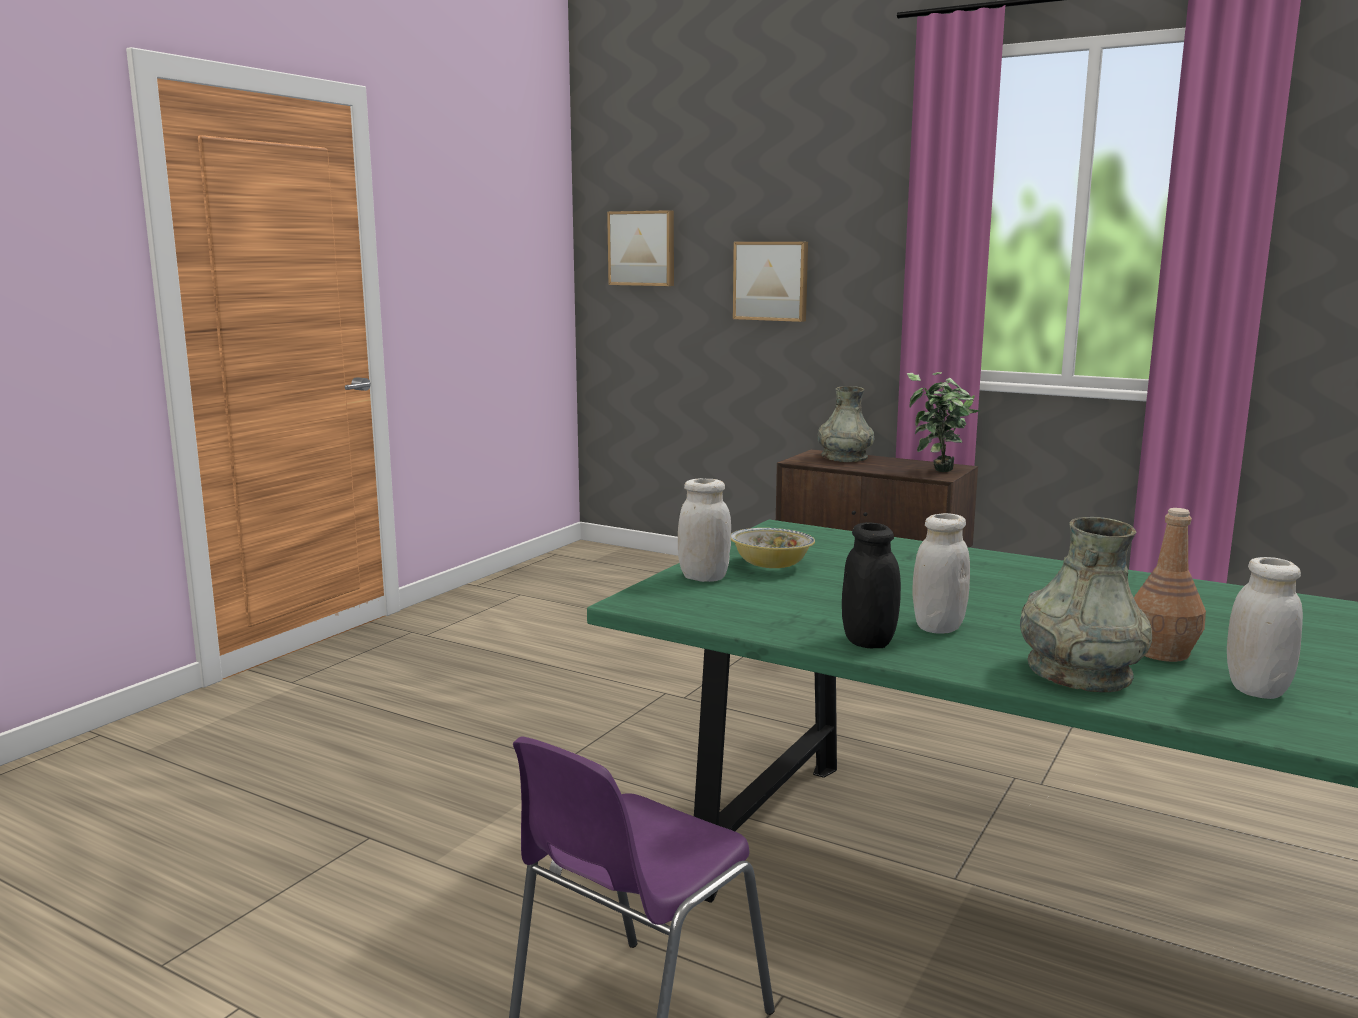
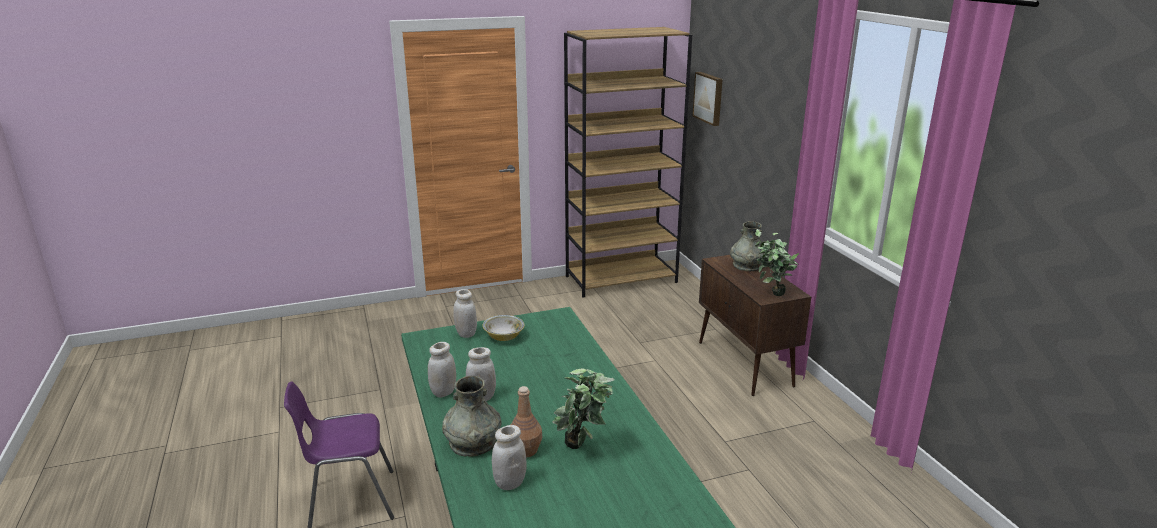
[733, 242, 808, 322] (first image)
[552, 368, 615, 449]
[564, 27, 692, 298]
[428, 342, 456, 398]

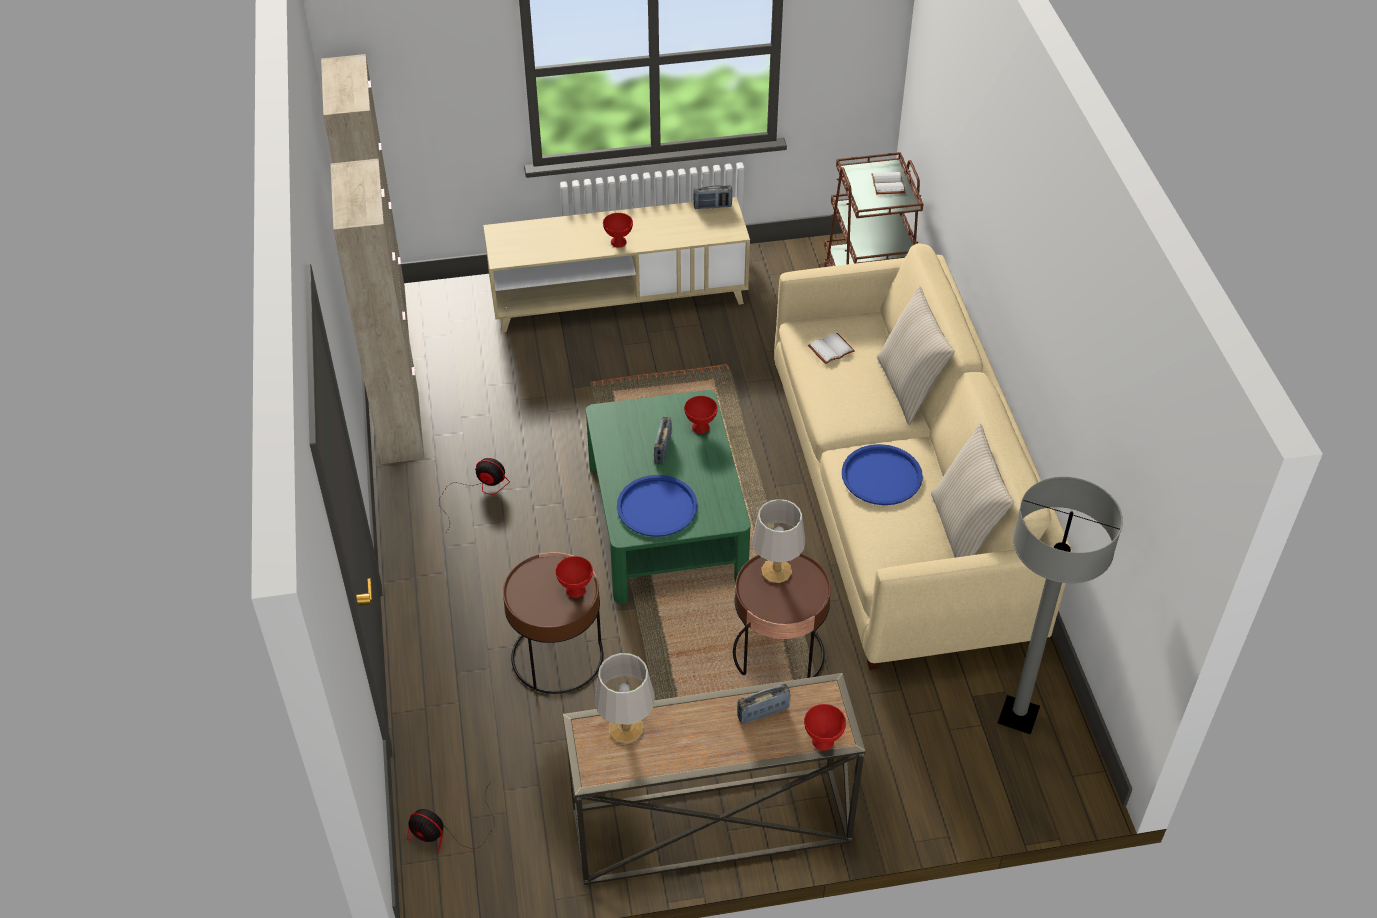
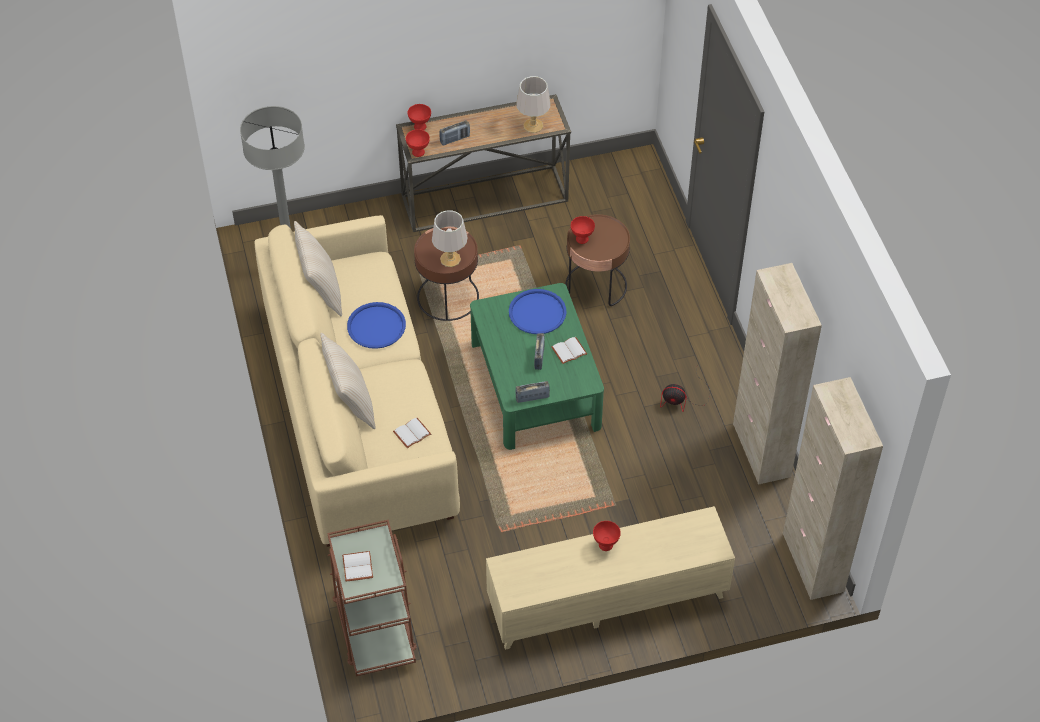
[407, 782, 494, 854] (first image)
[552, 337, 587, 364]
[406, 129, 430, 157]
[516, 381, 550, 403]

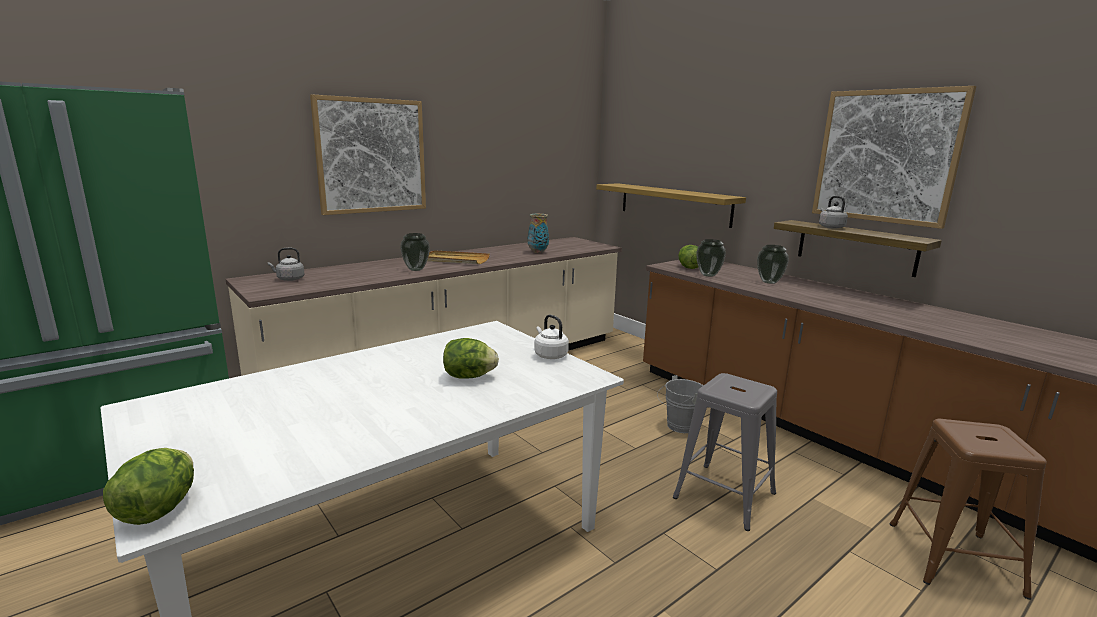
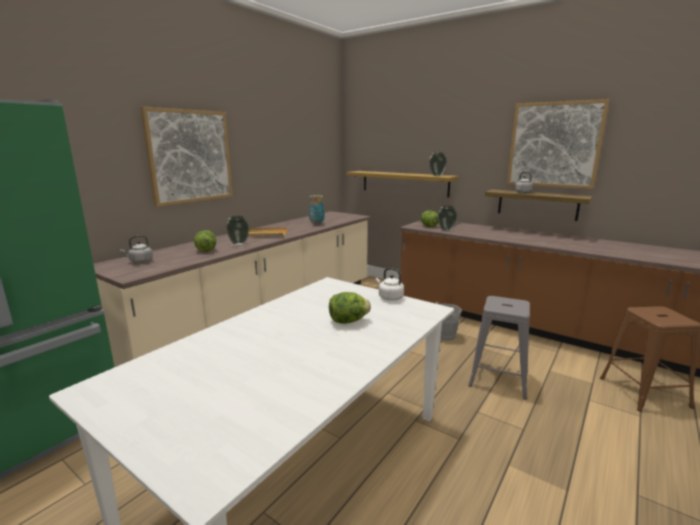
[194, 230, 216, 252]
[429, 152, 447, 176]

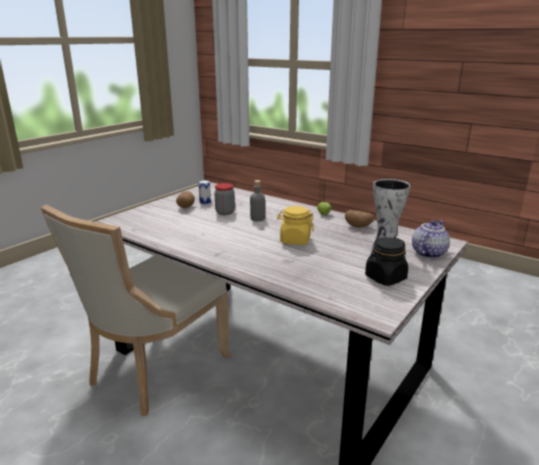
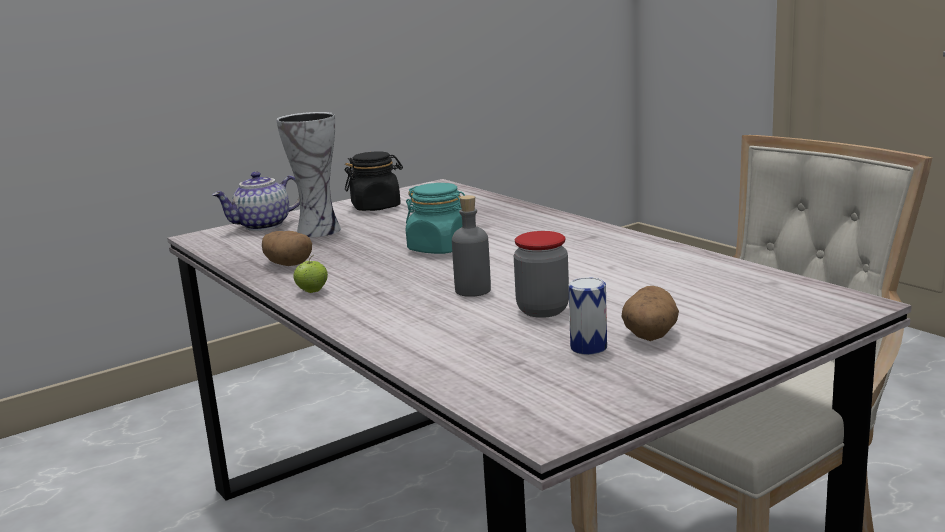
[406, 183, 465, 254]

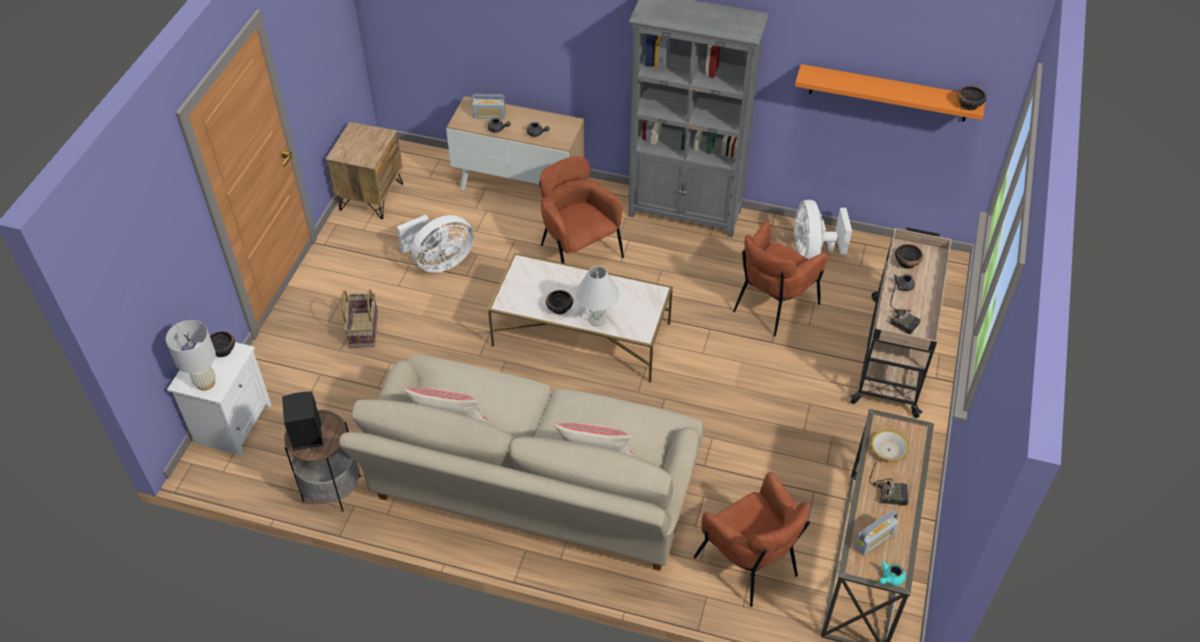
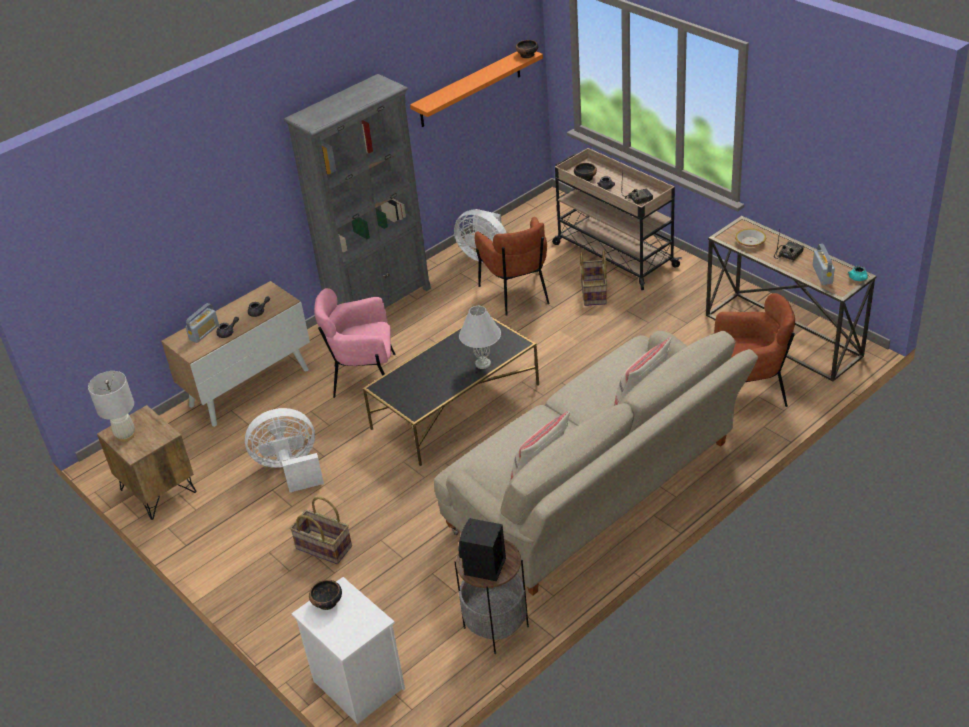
[546, 290, 573, 314] (first image)
[580, 250, 607, 306]
[88, 371, 135, 442]
[363, 317, 539, 466]
[314, 288, 396, 398]
[245, 408, 324, 492]

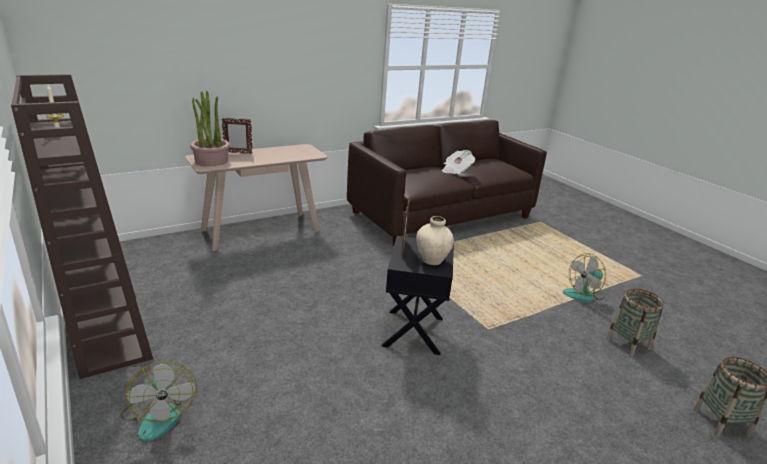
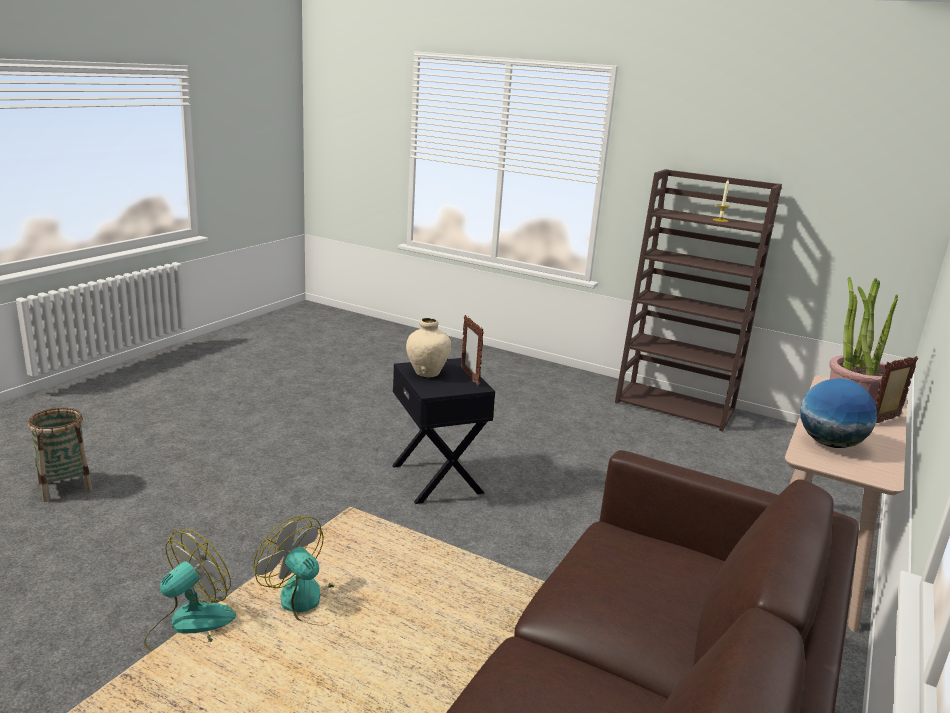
[442, 150, 475, 174] (first image)
[606, 288, 663, 357] (first image)
[800, 378, 877, 448]
[253, 516, 339, 625]

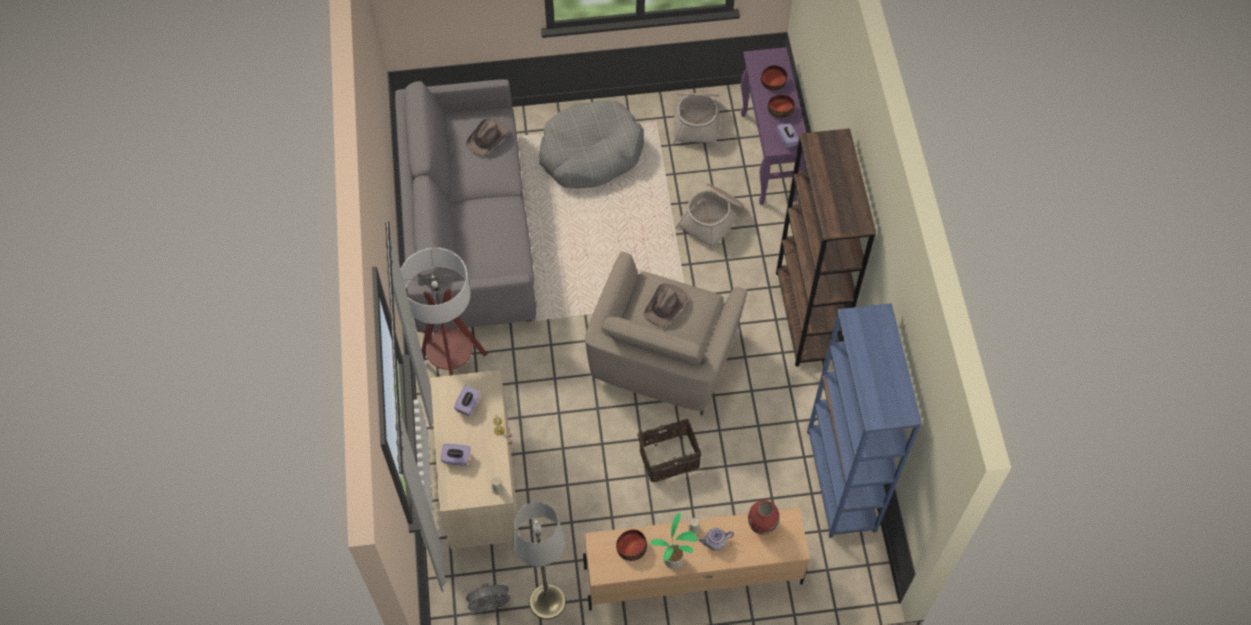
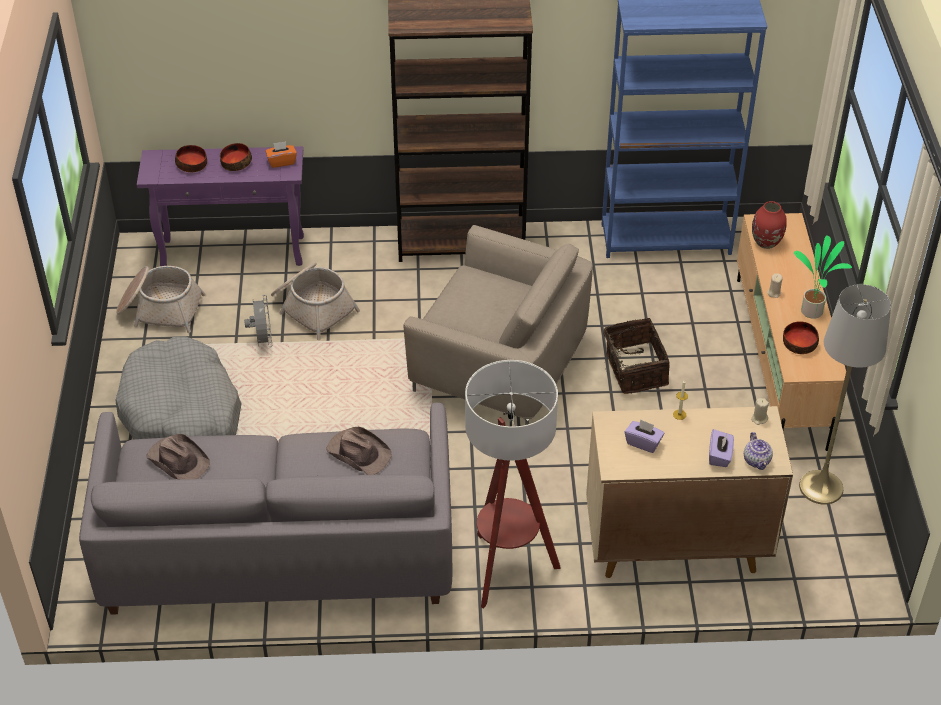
[244, 295, 272, 347]
[326, 427, 392, 475]
[744, 432, 773, 470]
[265, 141, 297, 168]

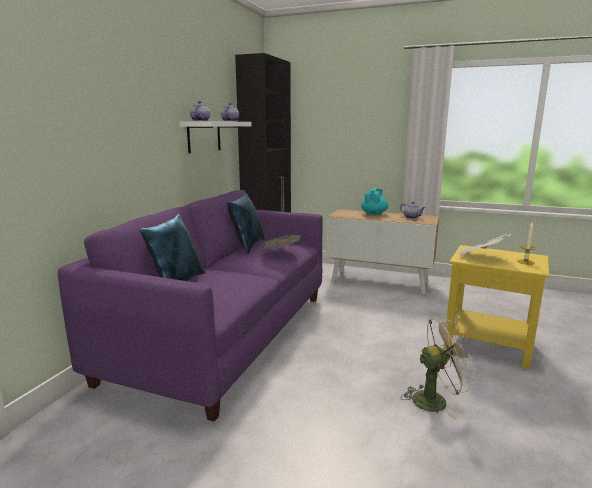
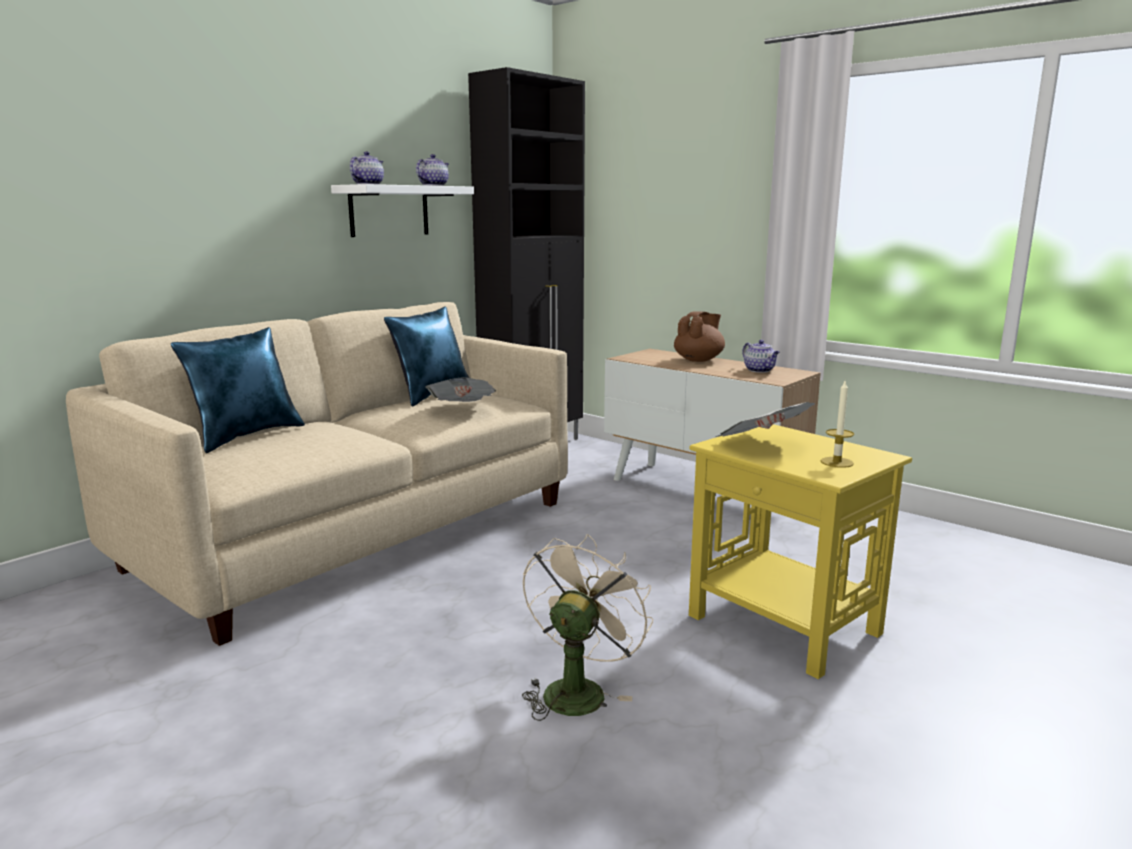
[66, 302, 568, 646]
[674, 311, 725, 362]
[522, 534, 653, 721]

